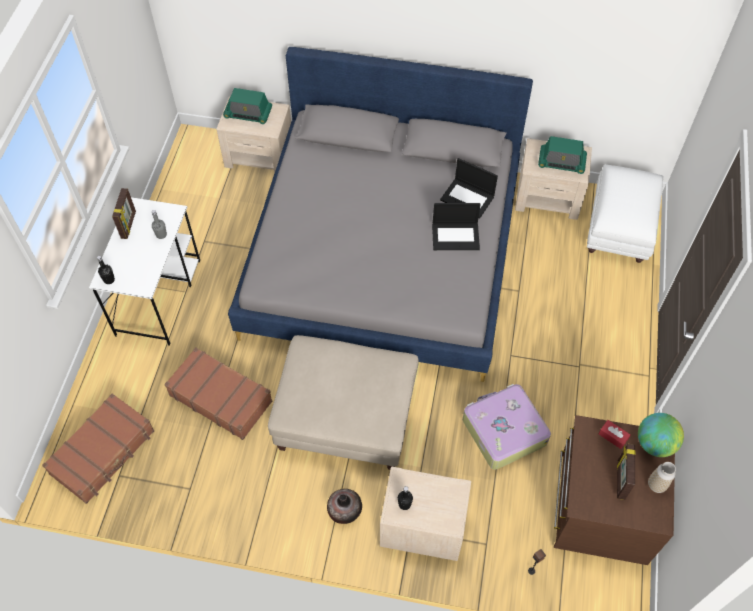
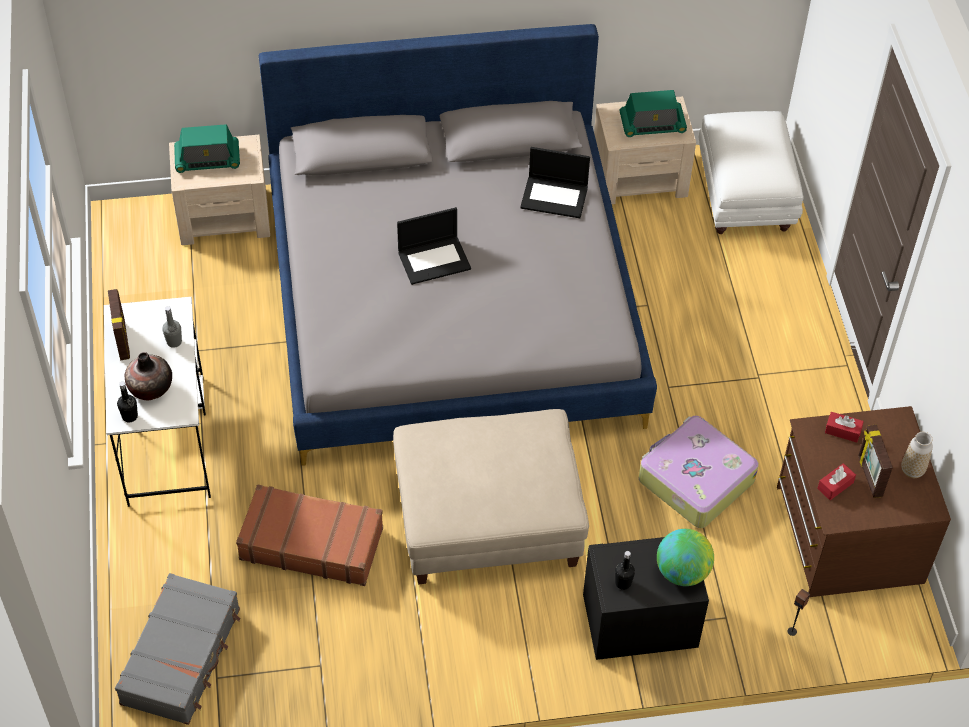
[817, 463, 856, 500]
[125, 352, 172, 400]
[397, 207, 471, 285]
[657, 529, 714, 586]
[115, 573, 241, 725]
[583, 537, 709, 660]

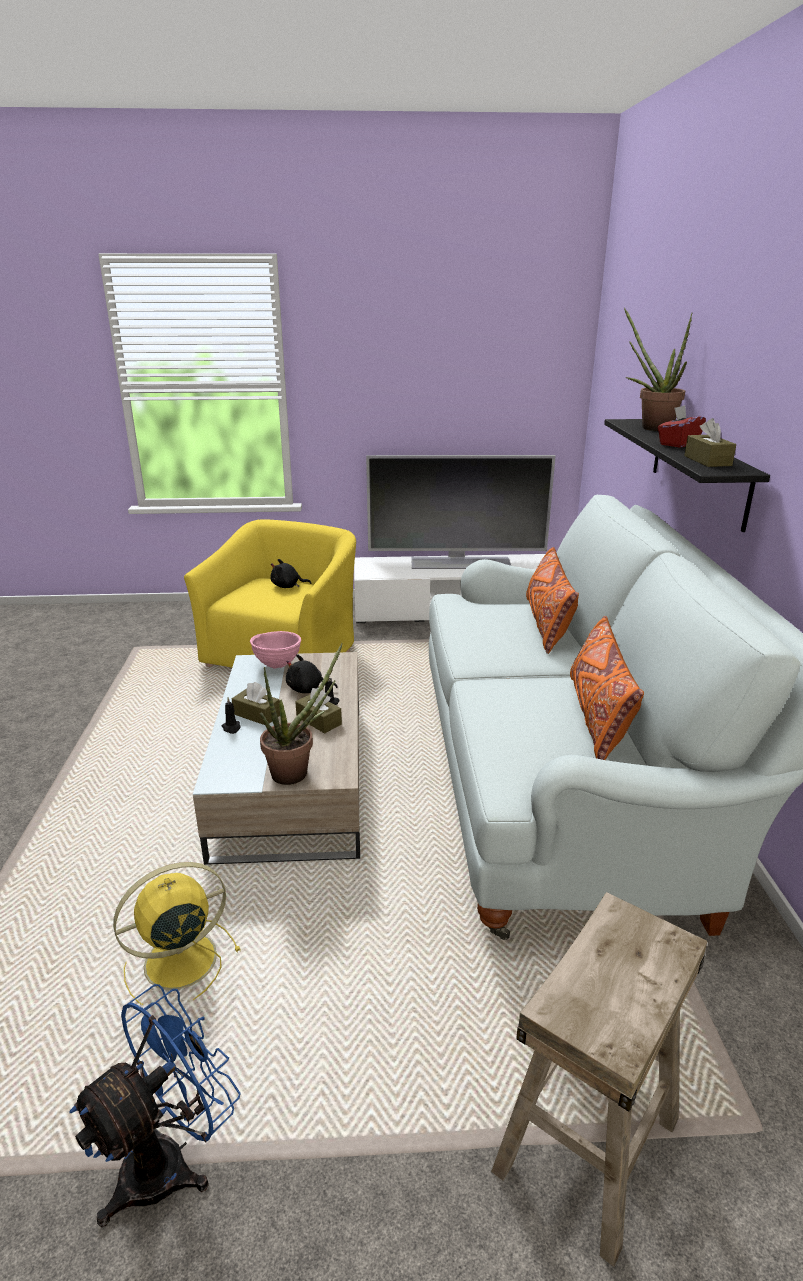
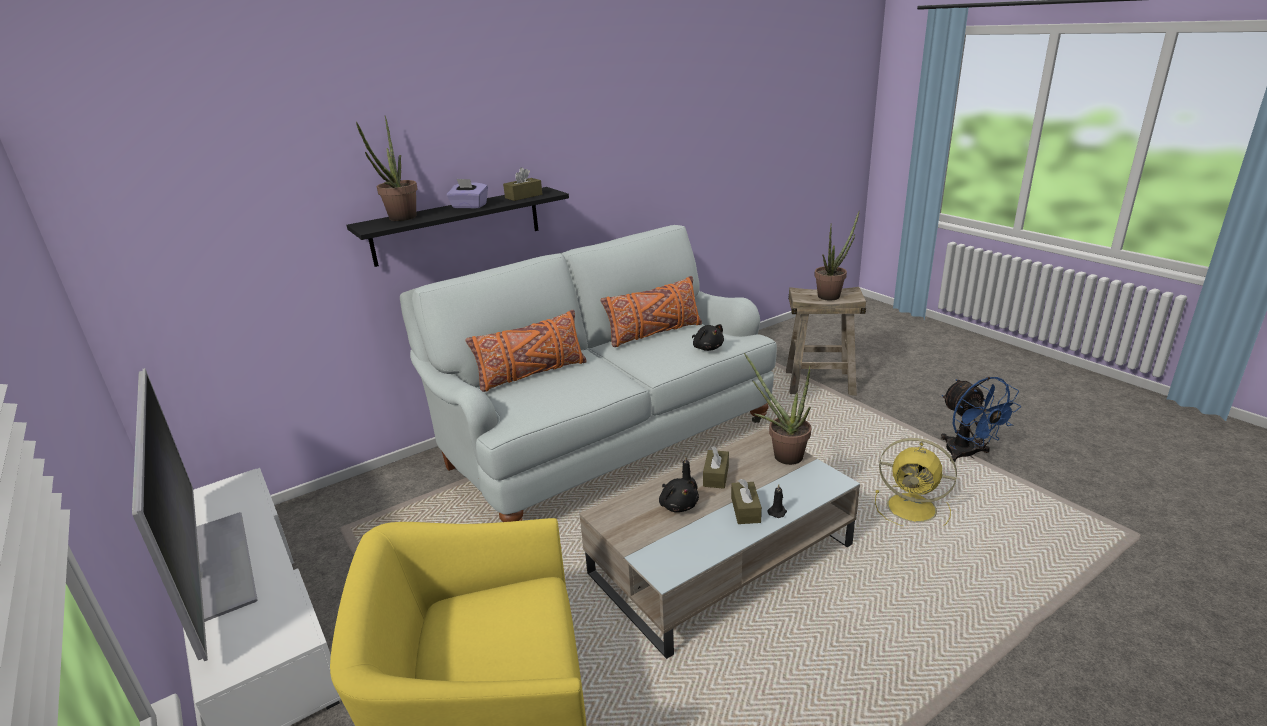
[250, 631, 301, 669] (first image)
[814, 212, 859, 300]
[692, 324, 724, 351]
[446, 179, 488, 209]
[941, 377, 1021, 462]

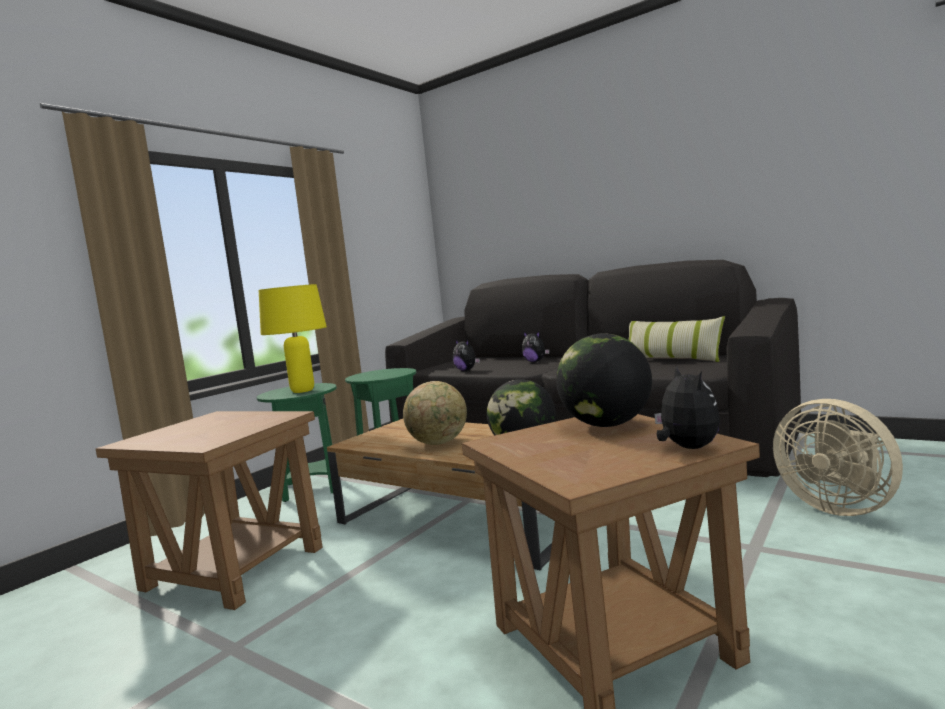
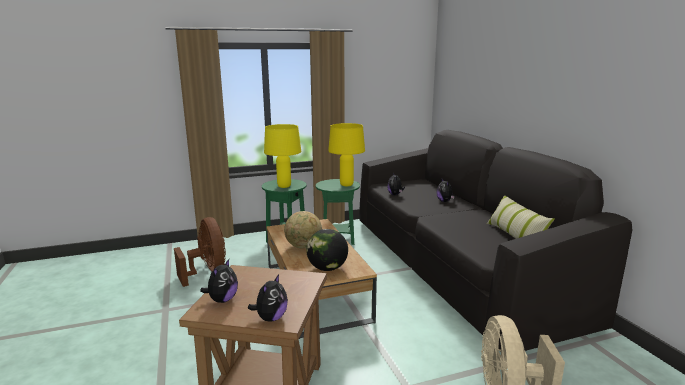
[556, 333, 652, 427] (first image)
[200, 259, 238, 303]
[328, 123, 365, 186]
[174, 217, 226, 287]

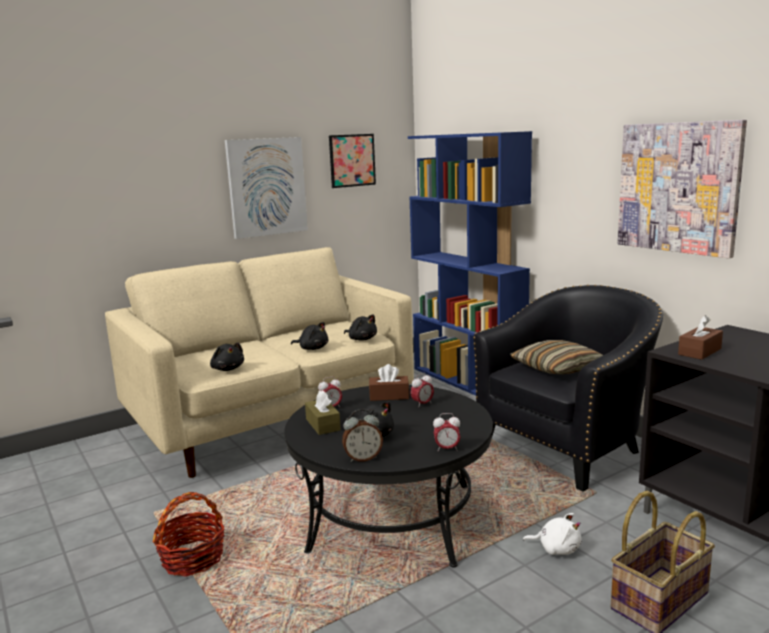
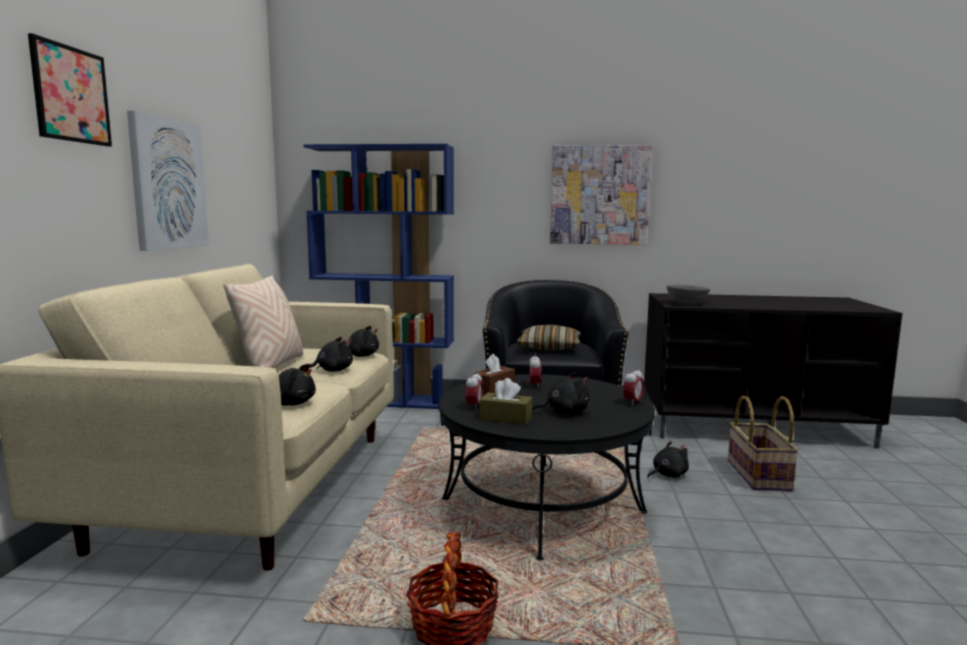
[342, 409, 383, 462] (first image)
[223, 275, 303, 368]
[28, 33, 112, 146]
[666, 284, 710, 305]
[647, 441, 689, 478]

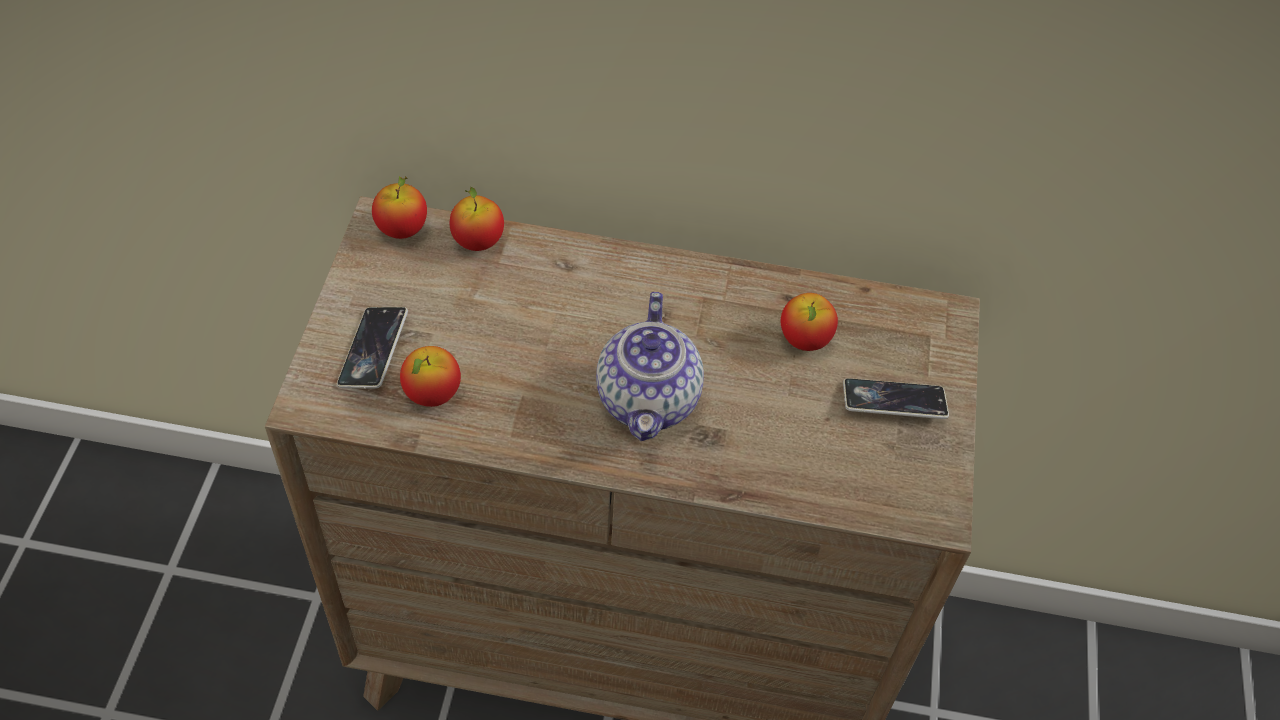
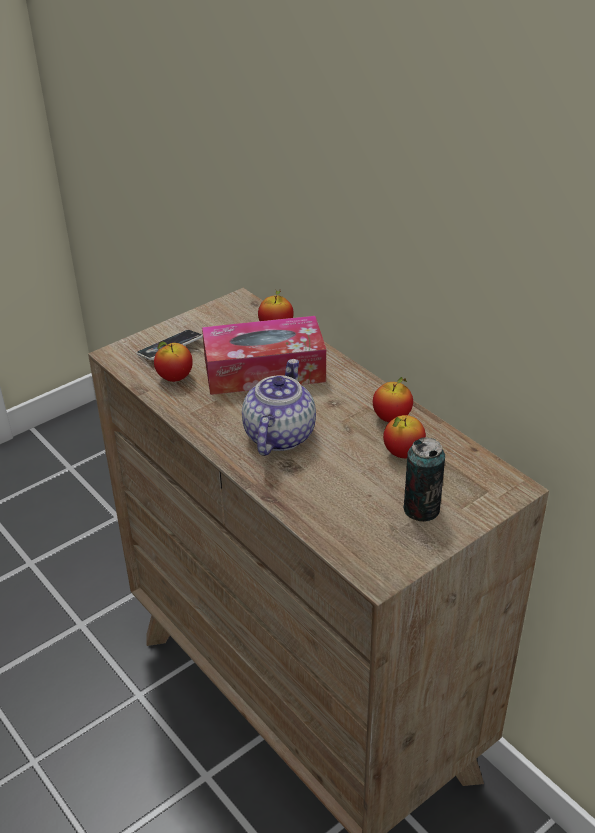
[202, 316, 326, 395]
[373, 377, 413, 422]
[403, 437, 445, 522]
[242, 359, 316, 456]

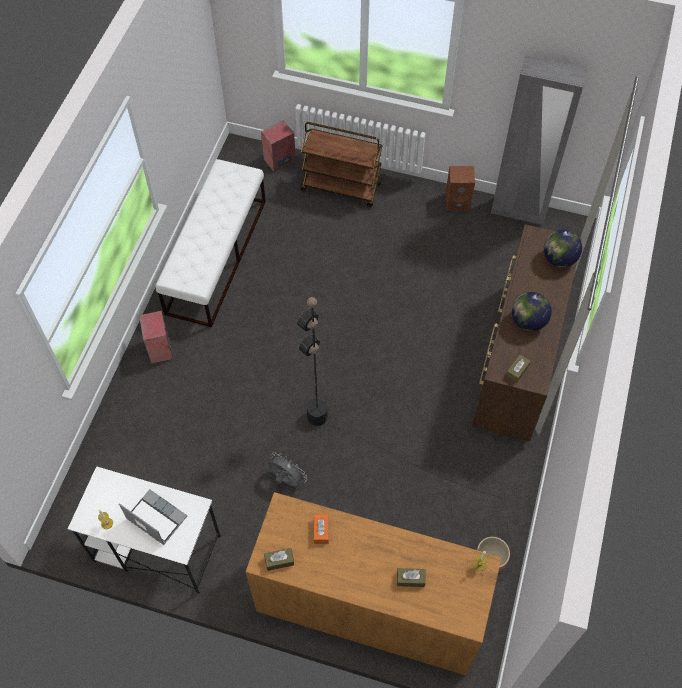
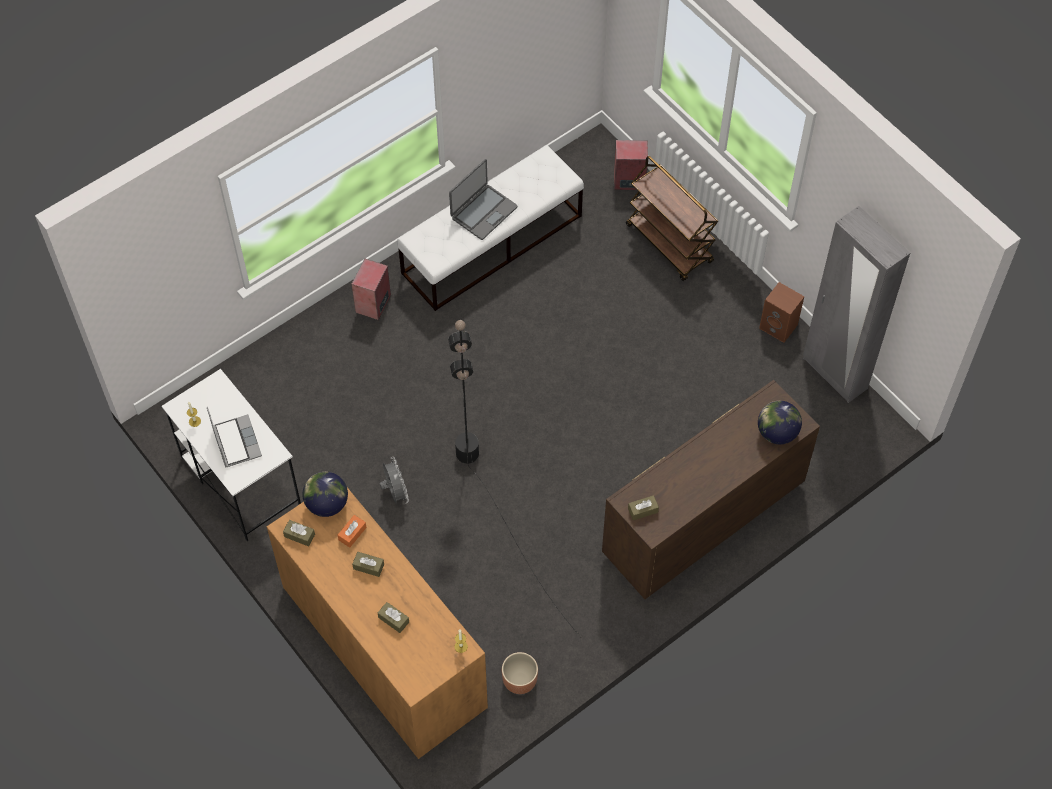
[352, 552, 384, 577]
[449, 159, 517, 240]
[302, 472, 348, 517]

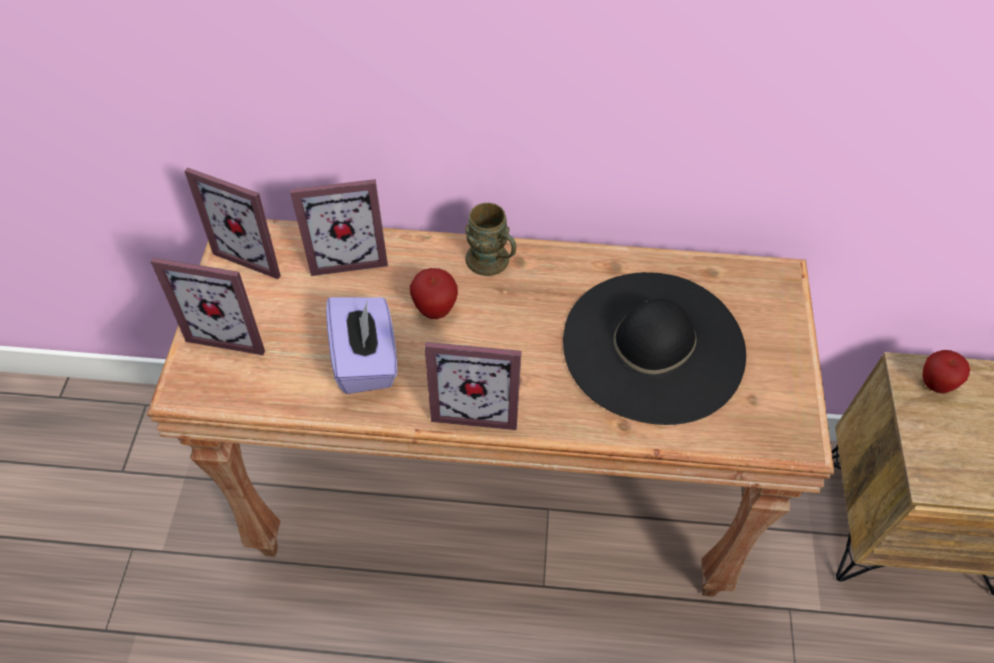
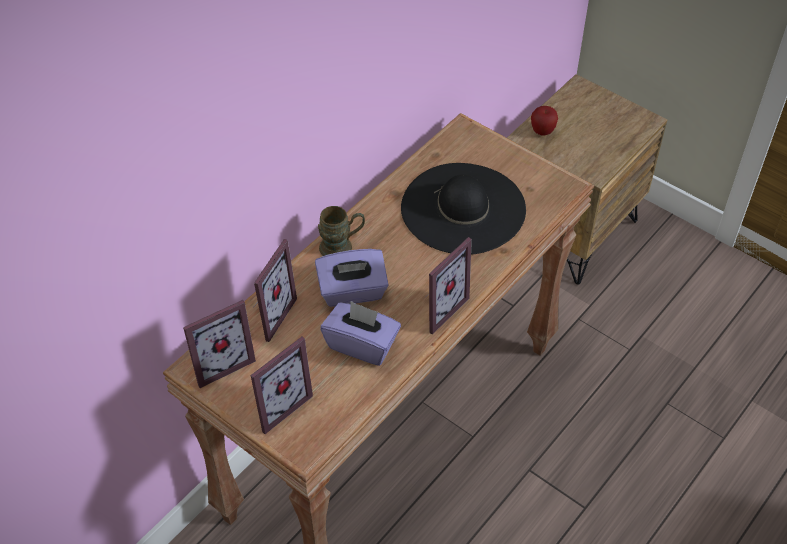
[315, 249, 388, 307]

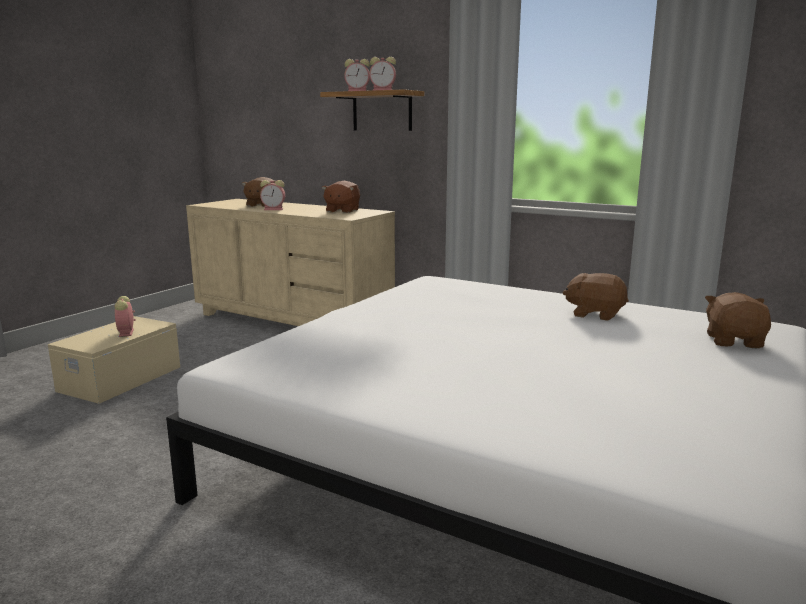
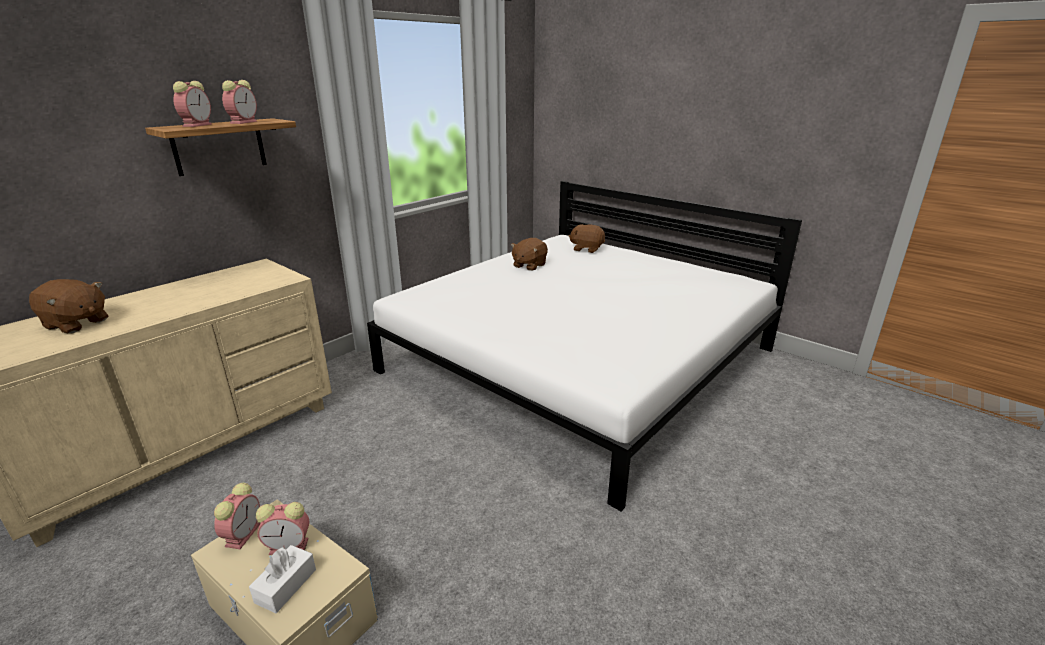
[322, 181, 360, 213] (first image)
[249, 545, 316, 613]
[214, 483, 260, 549]

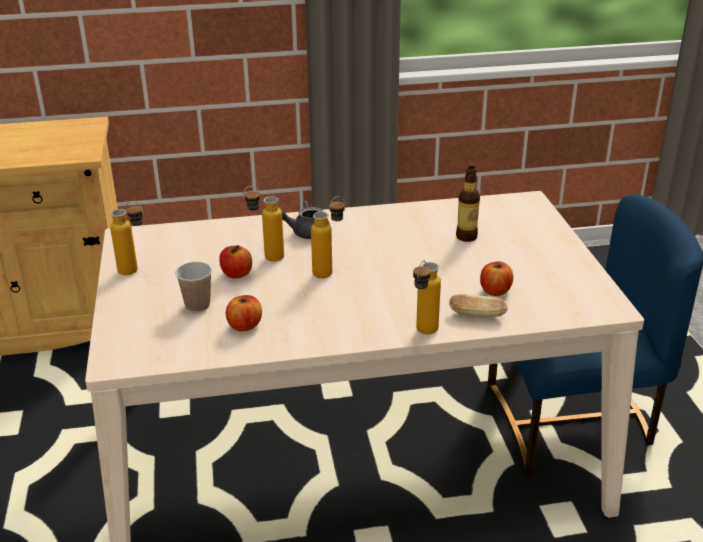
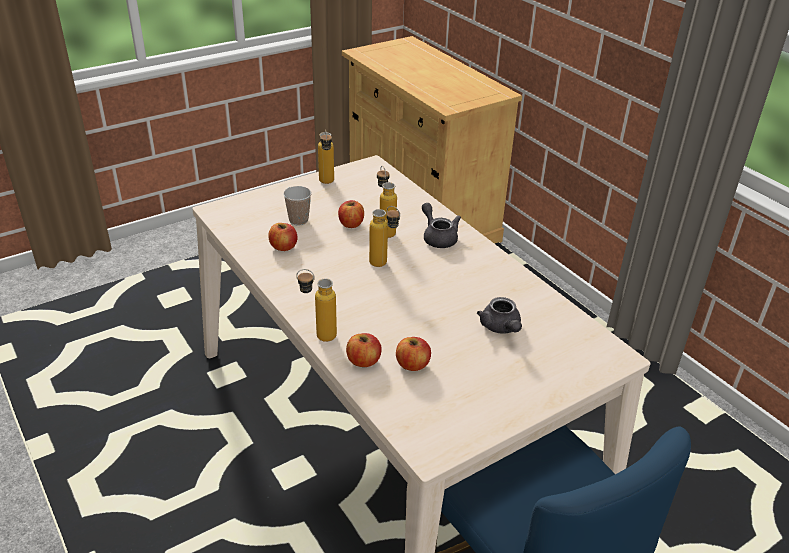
[346, 333, 382, 367]
[477, 297, 522, 334]

